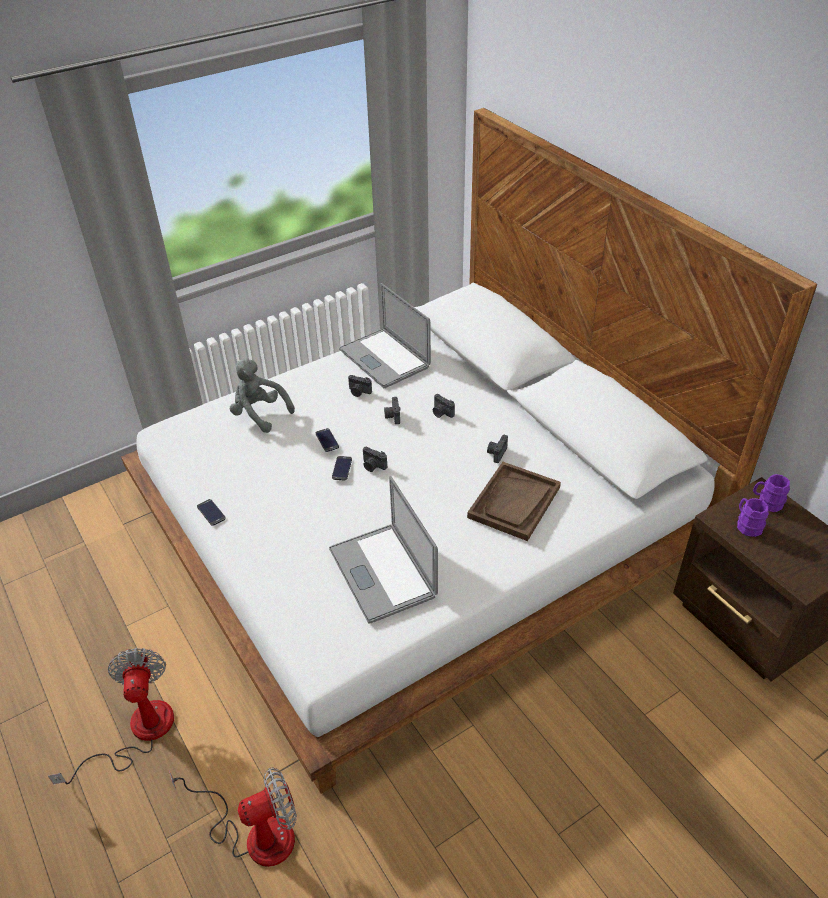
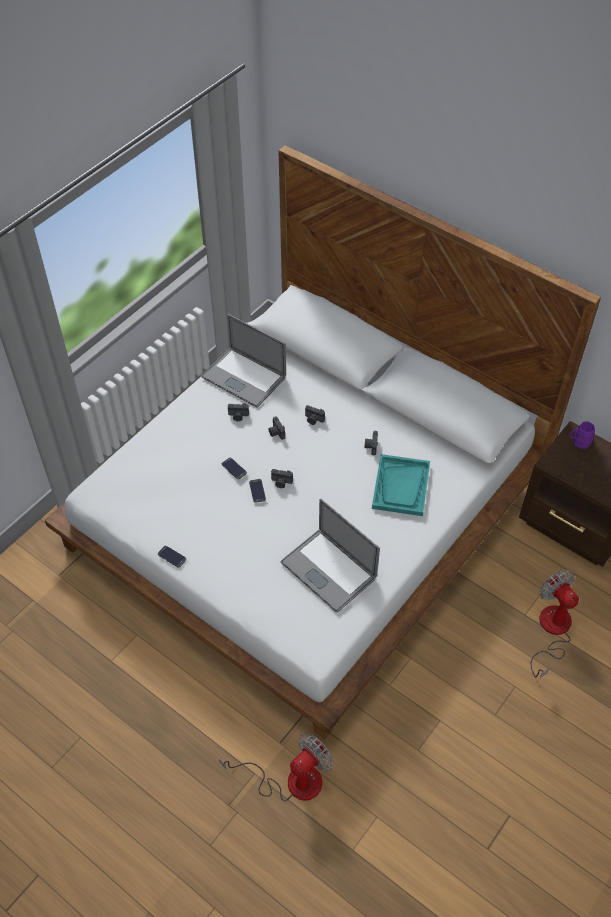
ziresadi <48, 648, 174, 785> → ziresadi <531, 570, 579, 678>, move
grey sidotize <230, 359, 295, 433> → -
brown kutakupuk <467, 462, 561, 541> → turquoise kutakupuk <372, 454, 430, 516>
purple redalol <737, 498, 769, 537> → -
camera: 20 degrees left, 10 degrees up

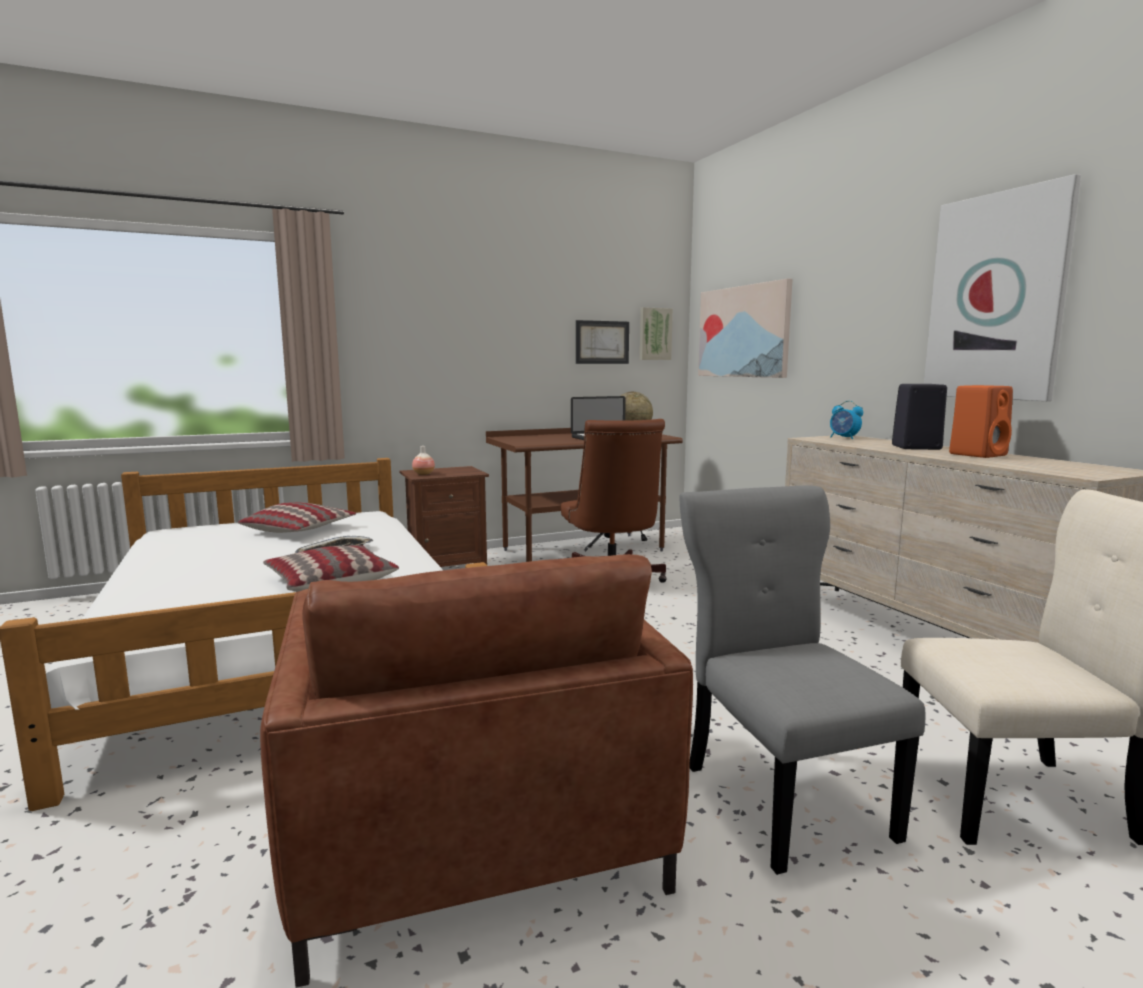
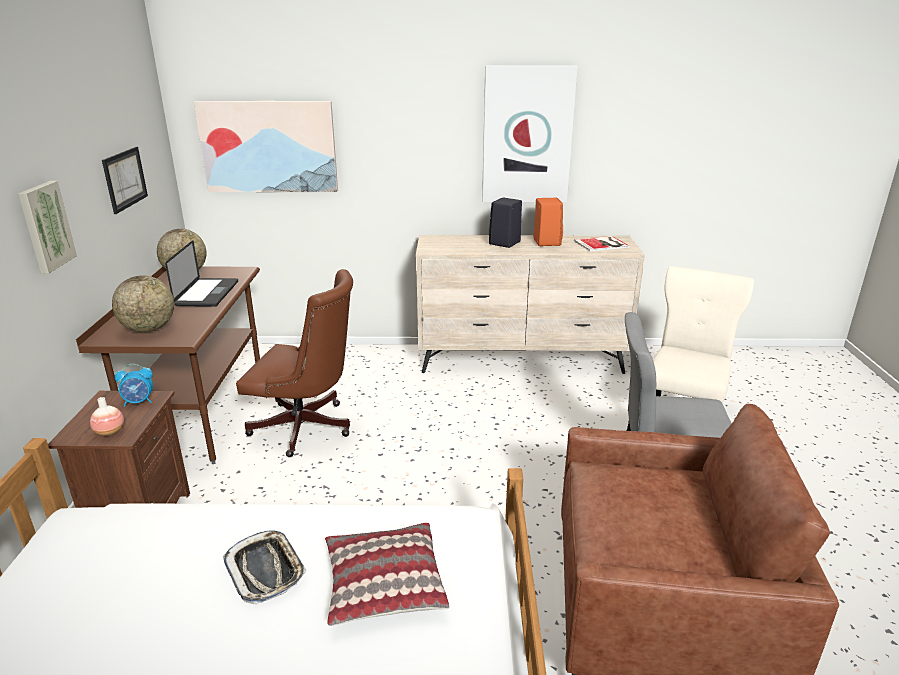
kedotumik <238, 502, 356, 533> → -
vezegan <640, 307, 673, 360> → vezegan <18, 181, 77, 274>, move
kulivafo <830, 401, 863, 439> → kulivafo <115, 364, 153, 407>, move
- → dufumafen <112, 275, 174, 332>
- → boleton <574, 236, 630, 251>
camera: 65 degrees left, 15 degrees up

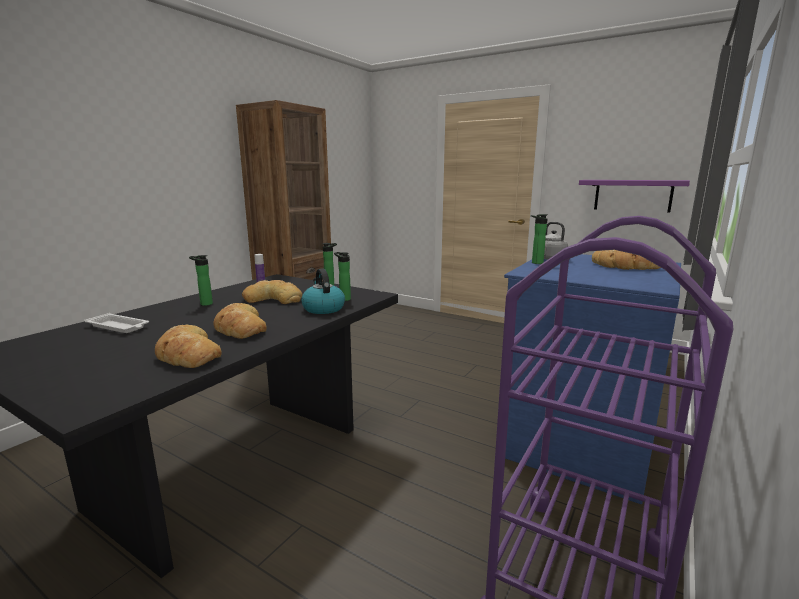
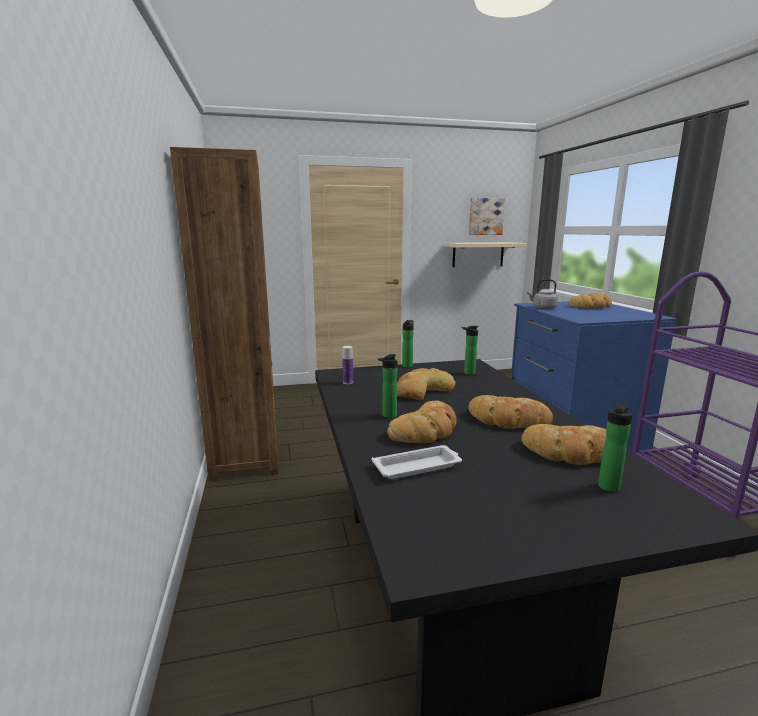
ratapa <301, 268, 345, 314> → -
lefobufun <531, 214, 548, 264> → lefobufun <598, 404, 633, 492>, move
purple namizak <579, 180, 690, 212> → beige namizak <445, 242, 527, 267>
- → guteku <387, 401, 457, 443>
- → vezegan <469, 198, 505, 235>
camera: 45 degrees left, 0 degrees up

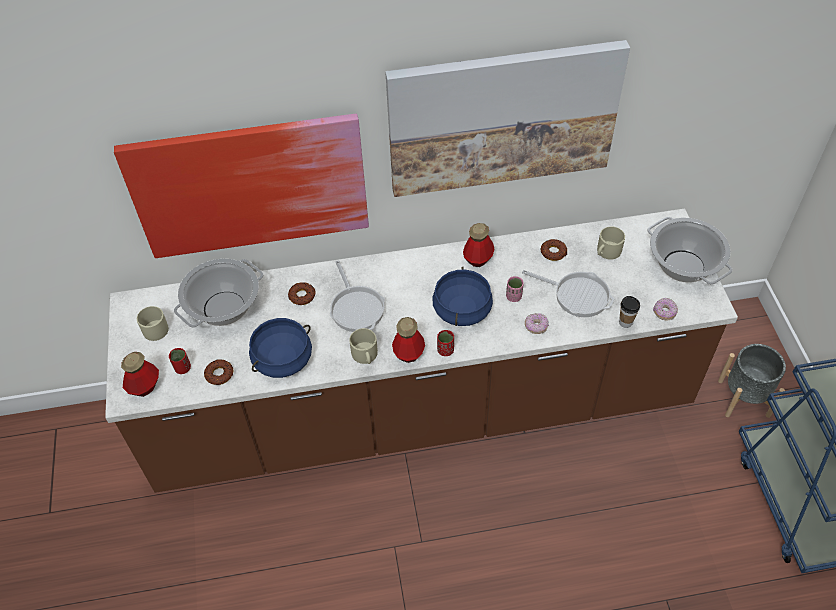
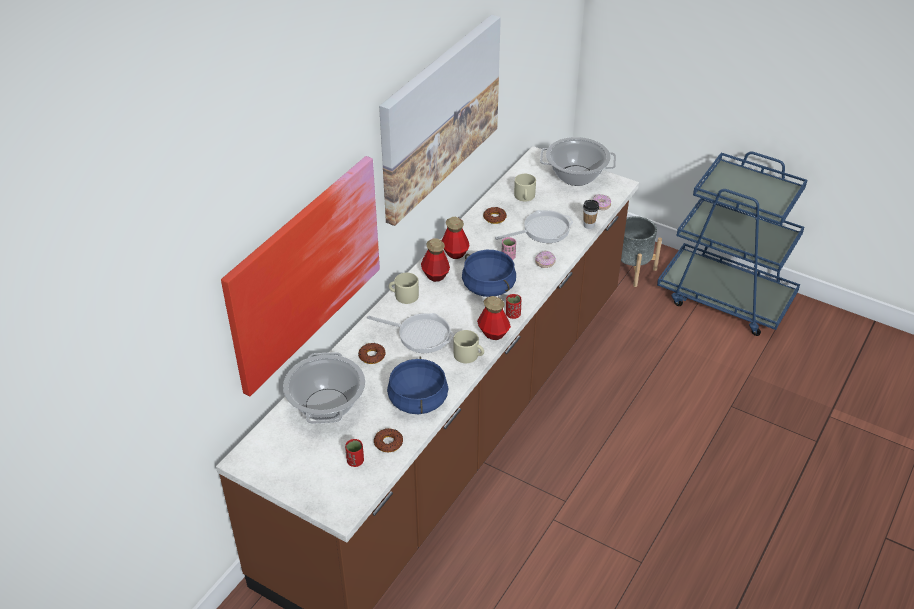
lefobufun <121, 352, 159, 397> → lefobufun <421, 238, 450, 282>, move
beige redalol <137, 306, 169, 341> → beige redalol <389, 273, 419, 304>, move
camera: 50 degrees left, 10 degrees down

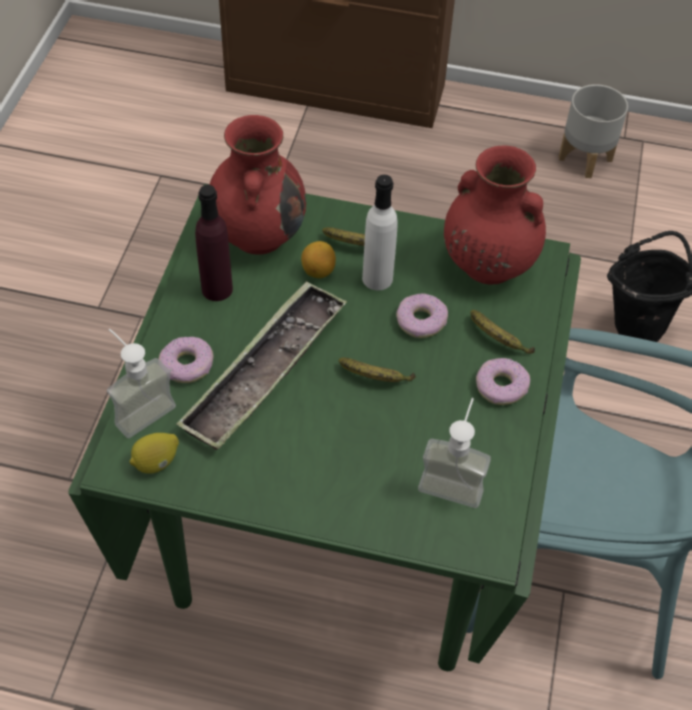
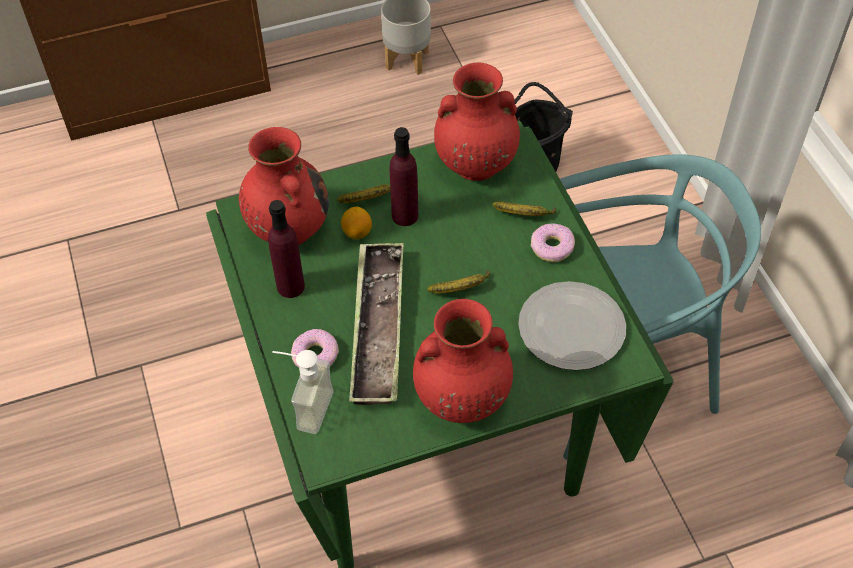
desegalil <130, 433, 179, 473> → -
white lefobufun <362, 175, 398, 290> → purple lefobufun <389, 127, 418, 226>
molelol <396, 293, 448, 338> → -
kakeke <418, 398, 491, 508> → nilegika <518, 281, 626, 370>
- → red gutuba <413, 299, 513, 423>
camera: 30 degrees left, 0 degrees up

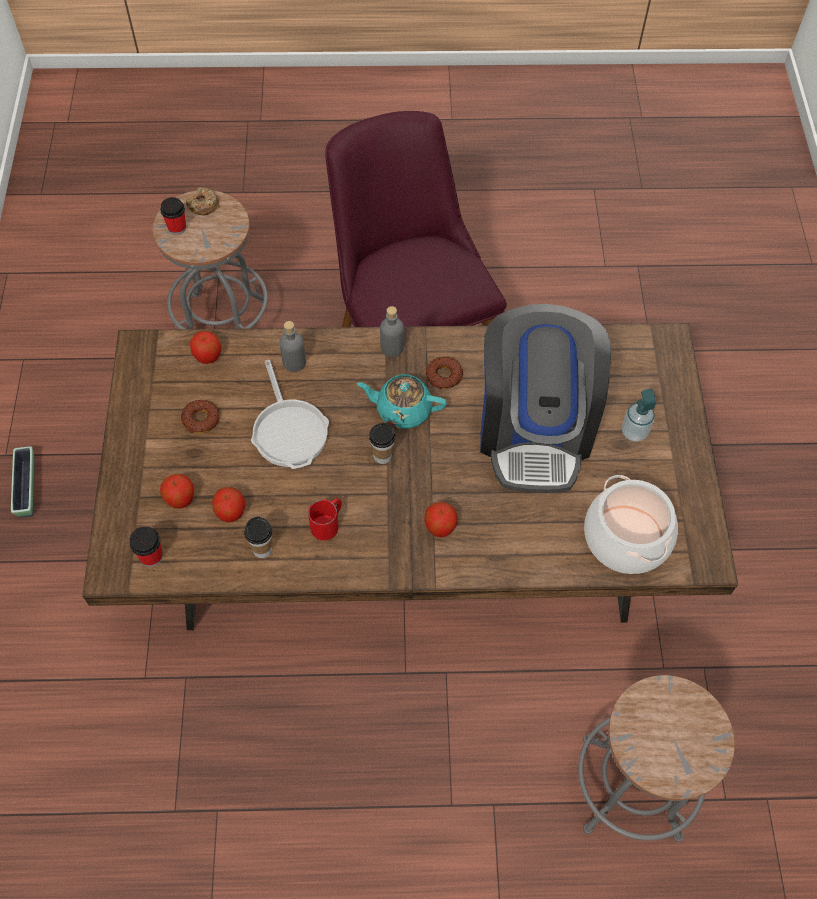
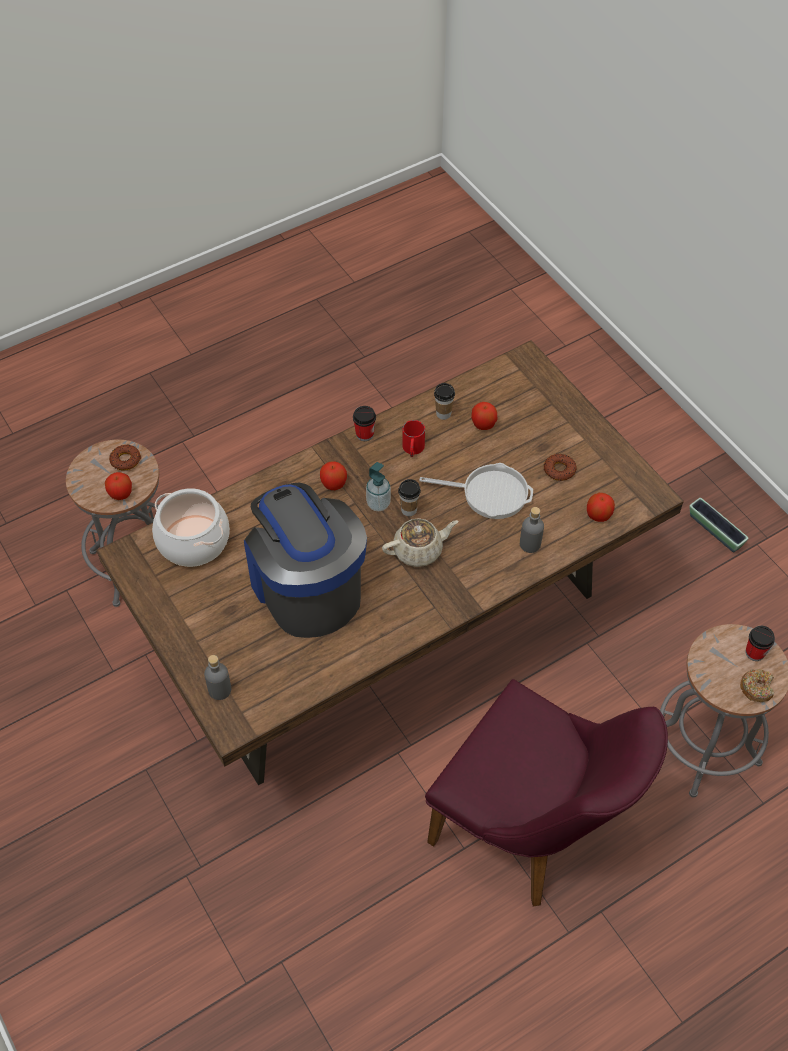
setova <129, 526, 163, 567> → setova <353, 406, 376, 441>, move
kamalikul <160, 474, 194, 509> → kamalikul <105, 472, 132, 500>, move
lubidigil <251, 360, 329, 469> → lubidigil <419, 463, 533, 519>, 150 degrees clockwise
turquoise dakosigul <357, 375, 447, 429> → beige dakosigul <382, 518, 458, 567>
grey lefobufun <380, 306, 404, 357> → grey lefobufun <204, 655, 231, 700>, move
molelol <426, 356, 463, 389> → molelol <109, 445, 141, 470>, move
kakeke <622, 388, 656, 442> → kakeke <366, 462, 391, 511>, move
camera: 150 degrees right, 5 degrees down

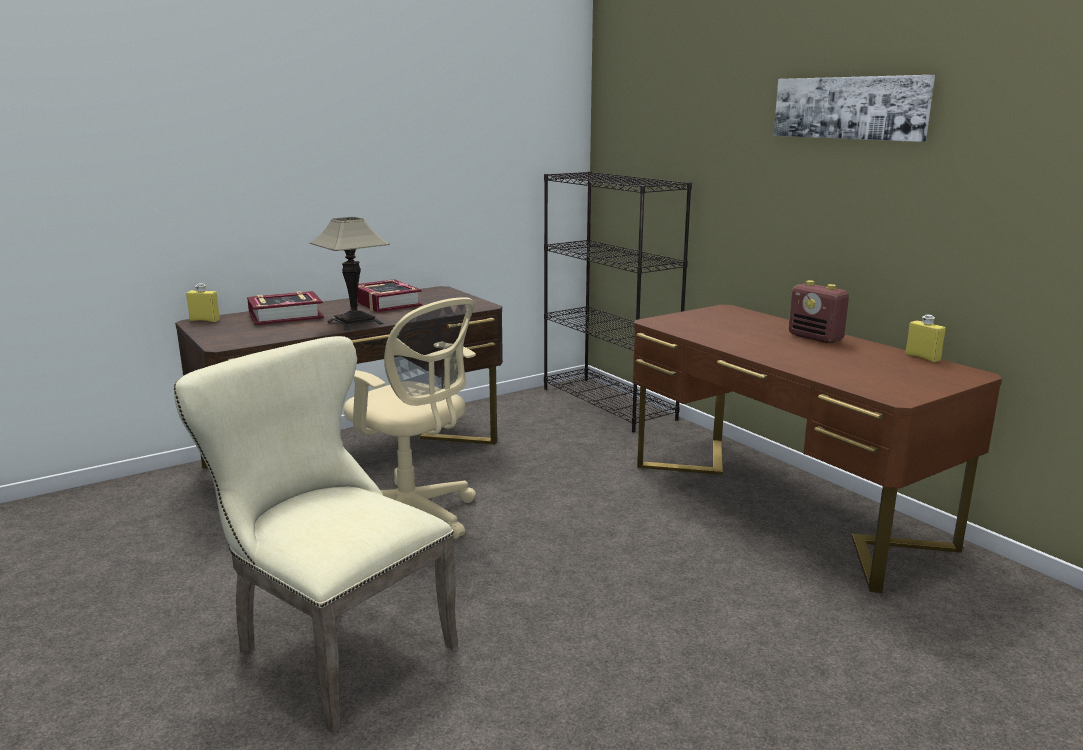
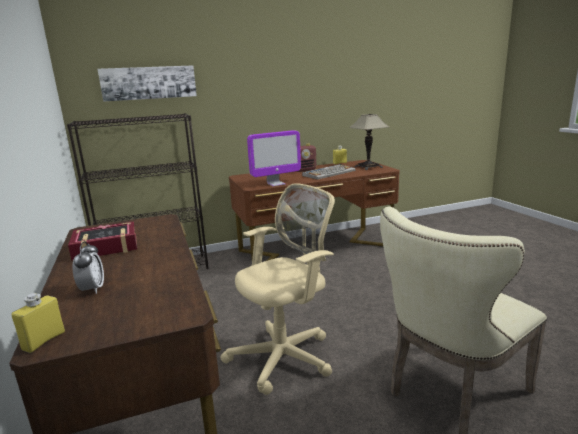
boleton <247, 291, 324, 325> → kulivafo <72, 241, 104, 294>
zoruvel <310, 217, 389, 331> → zoruvel <349, 114, 389, 170>, move
vezegan <774, 75, 935, 142> → vezegan <98, 65, 197, 102>, move
- → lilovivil <247, 130, 301, 186>
- → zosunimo <302, 164, 356, 179>
camera: 75 degrees left, 0 degrees up

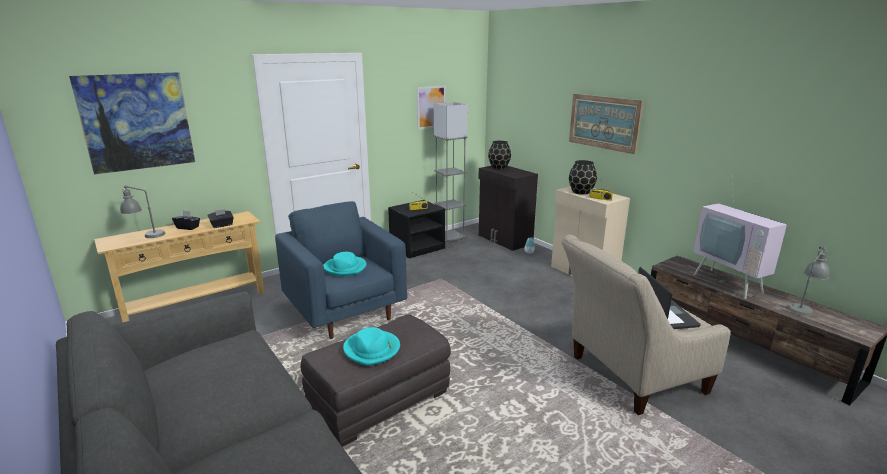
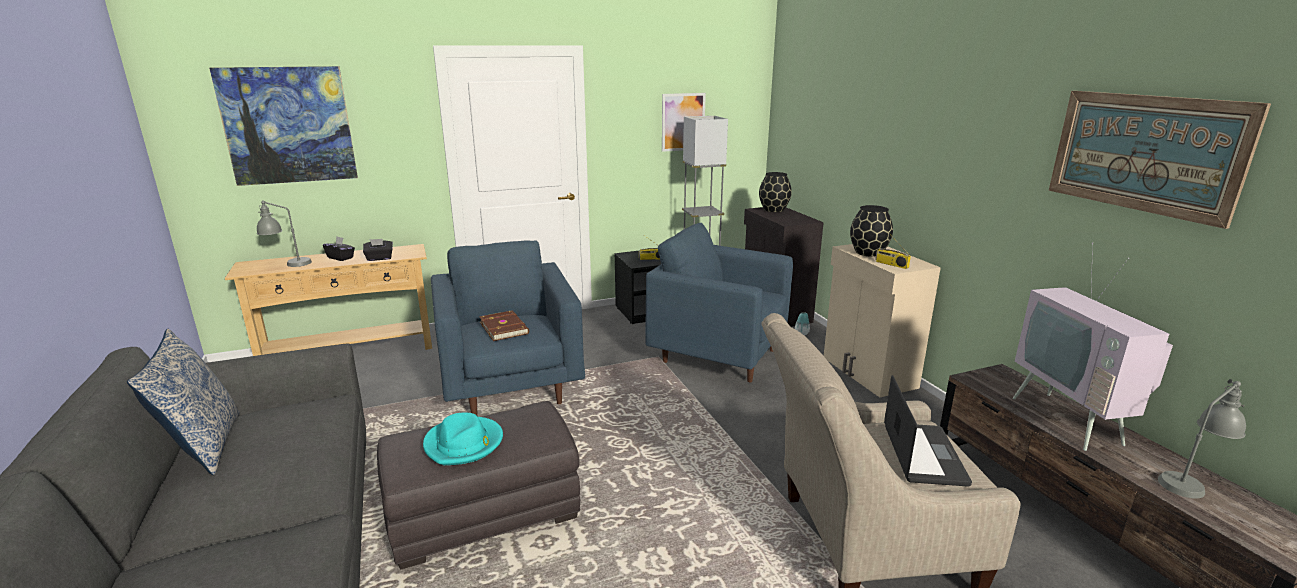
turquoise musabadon <323, 252, 367, 276> → brown boleton <479, 310, 529, 341>
vezegan <569, 94, 643, 154> → vezegan <1049, 91, 1271, 229>, move
- → kedotumik <127, 329, 240, 475>
- → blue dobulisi <645, 223, 793, 383>
camera: 15 degrees right, 0 degrees up

